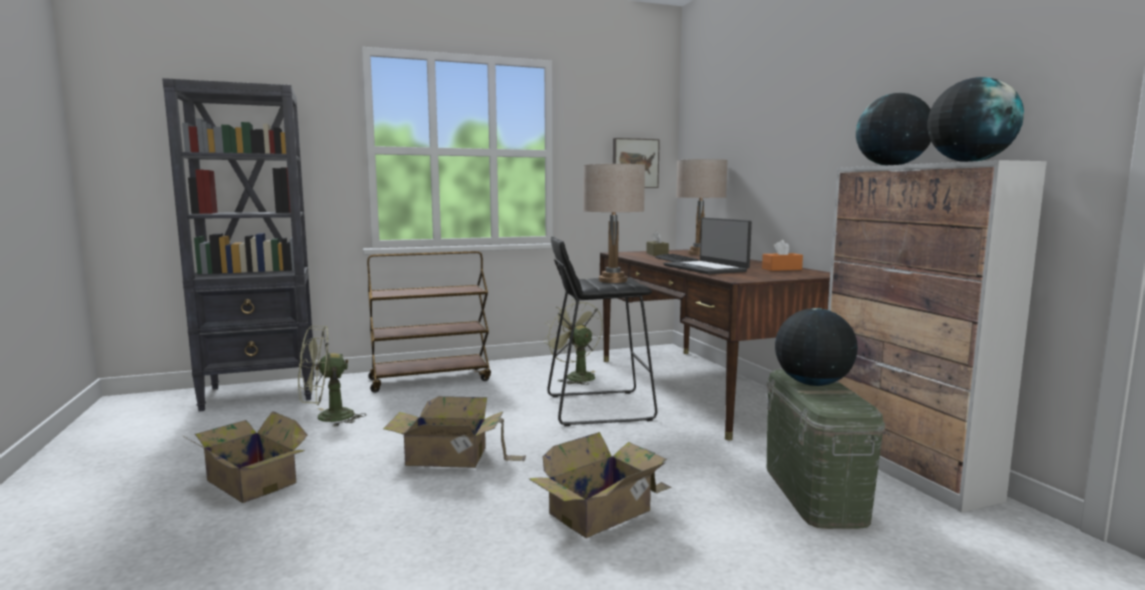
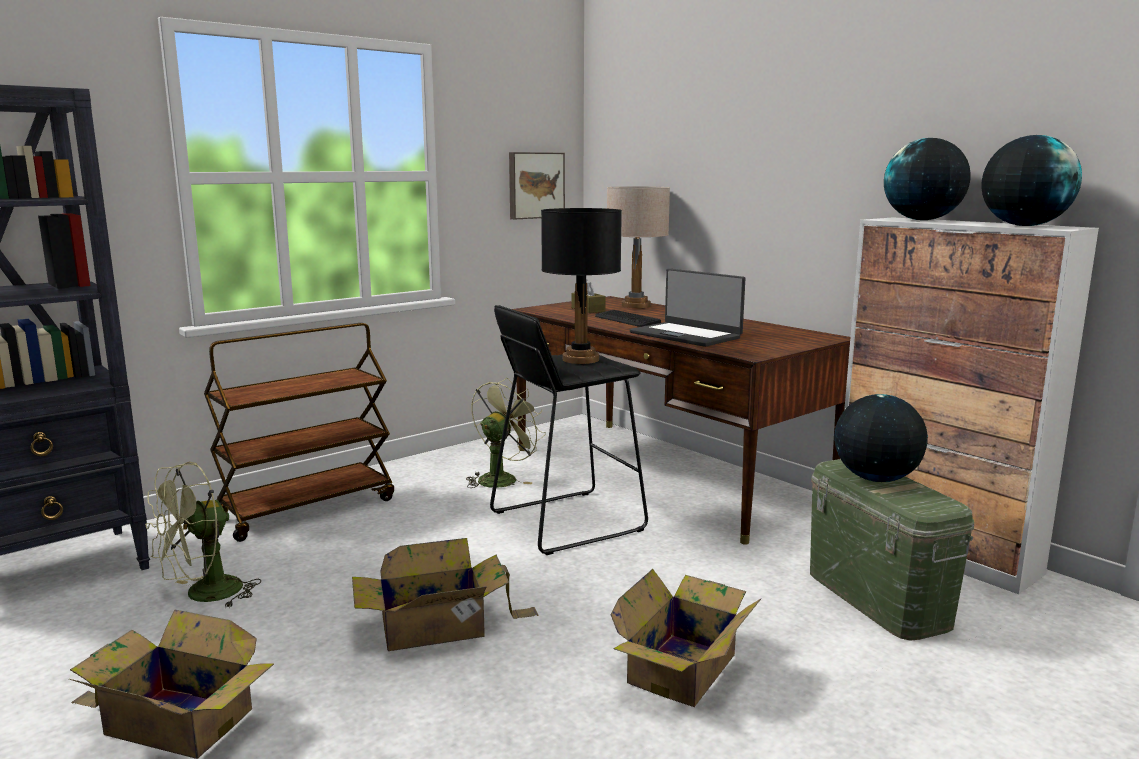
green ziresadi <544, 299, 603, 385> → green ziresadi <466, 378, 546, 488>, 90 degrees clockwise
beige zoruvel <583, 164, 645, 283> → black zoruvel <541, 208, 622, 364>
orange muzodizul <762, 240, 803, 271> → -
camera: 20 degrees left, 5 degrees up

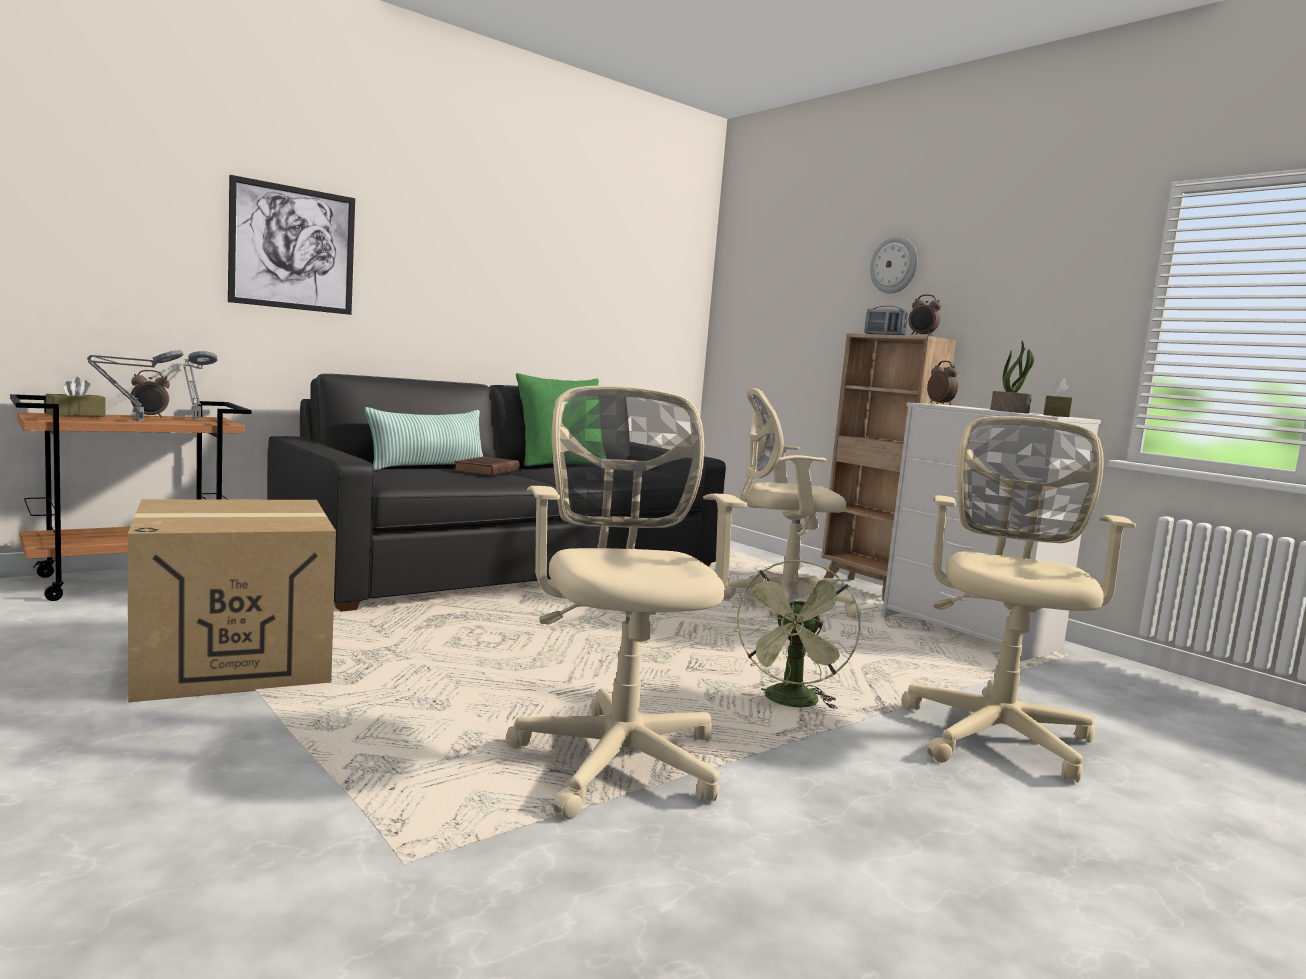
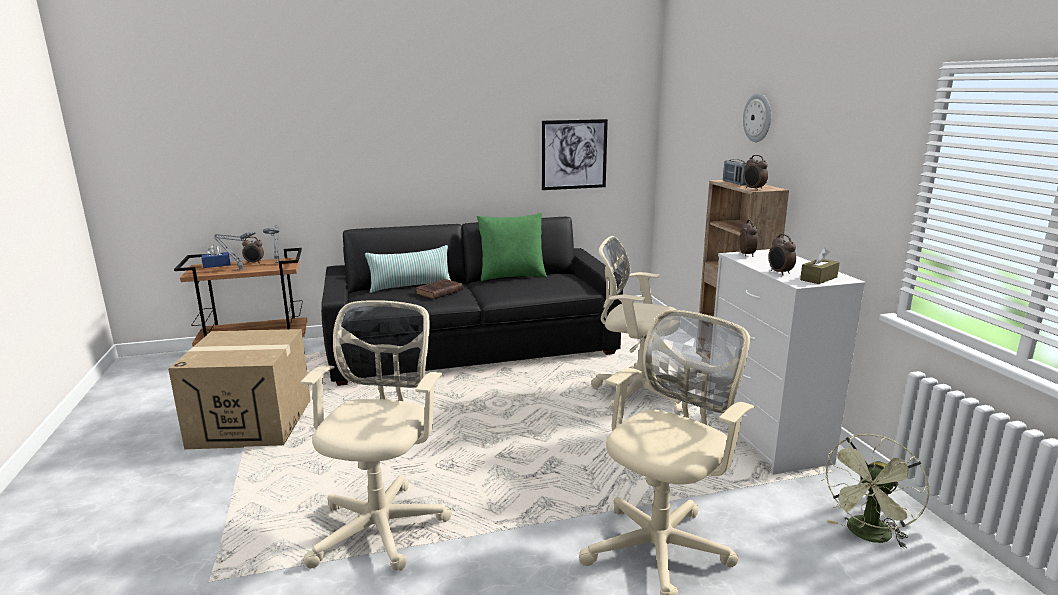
brown muzodizul <46, 376, 106, 416> → blue muzodizul <201, 245, 231, 268>
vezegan <228, 175, 355, 315> → vezegan <542, 119, 608, 190>, move
green ziresadi <734, 560, 861, 709> → green ziresadi <821, 434, 930, 549>, move
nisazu <991, 341, 1034, 414> → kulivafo <768, 234, 796, 275>
camera: 25 degrees right, 10 degrees up

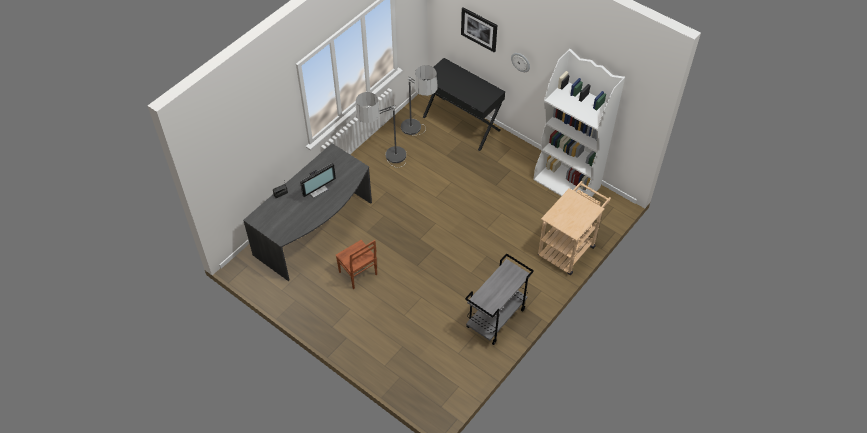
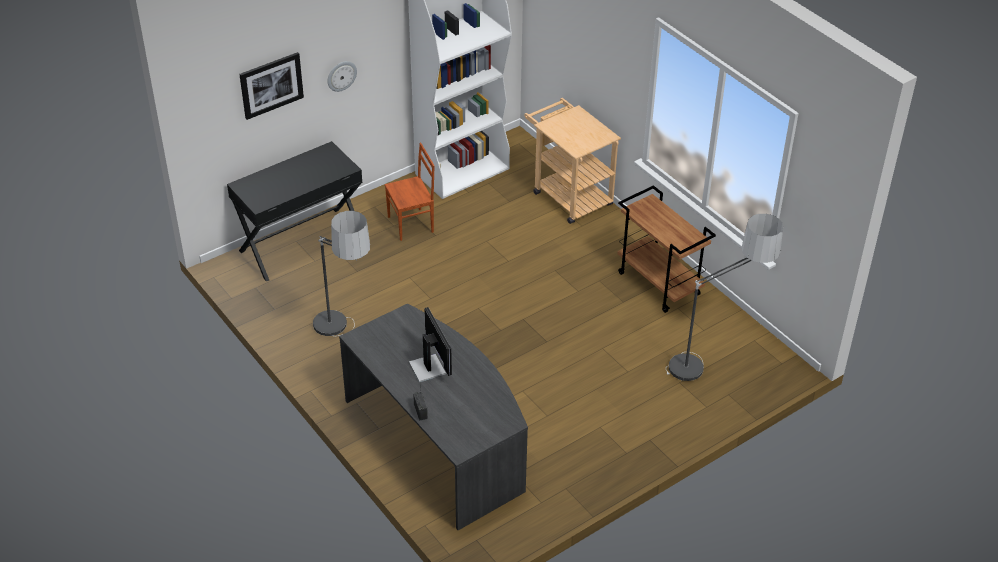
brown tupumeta <336, 240, 377, 289> → brown tupumeta <385, 143, 435, 241>, move
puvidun <401, 65, 438, 136> → puvidun <666, 214, 783, 381>, move
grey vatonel <465, 253, 534, 345> → brown vatonel <617, 185, 716, 313>
camera: 75 degrees left, 10 degrees down

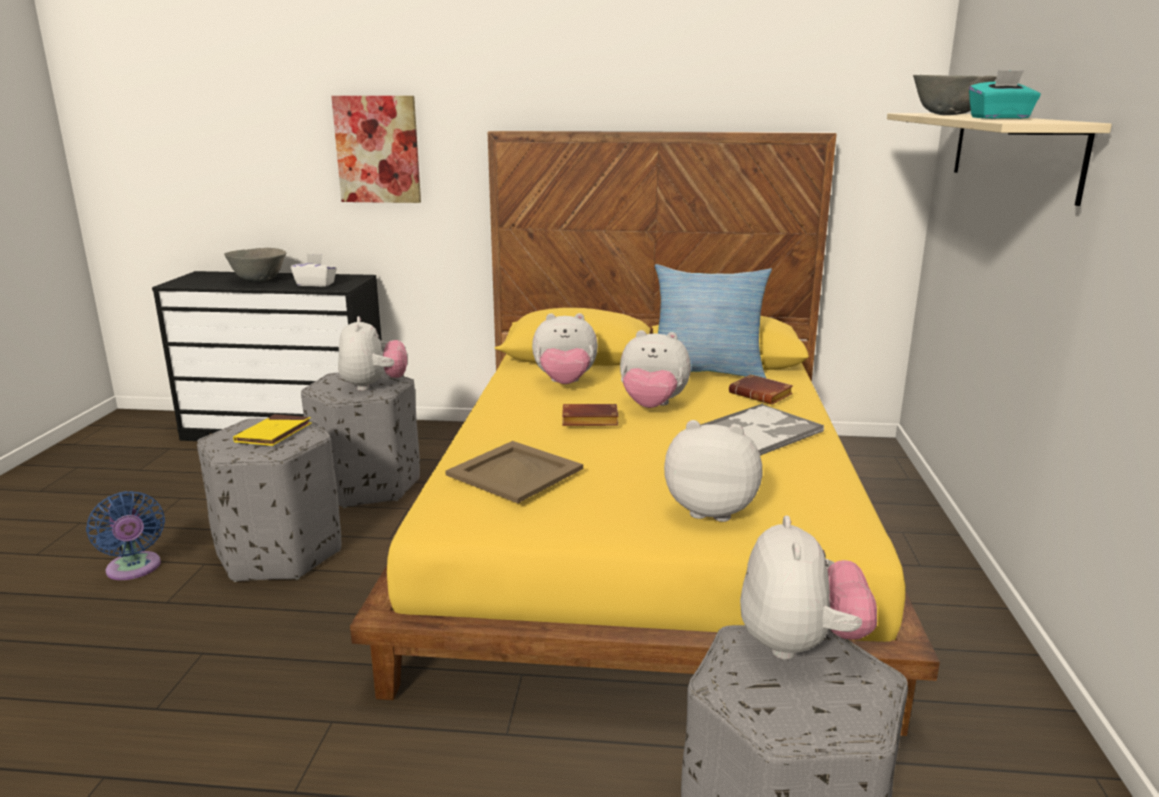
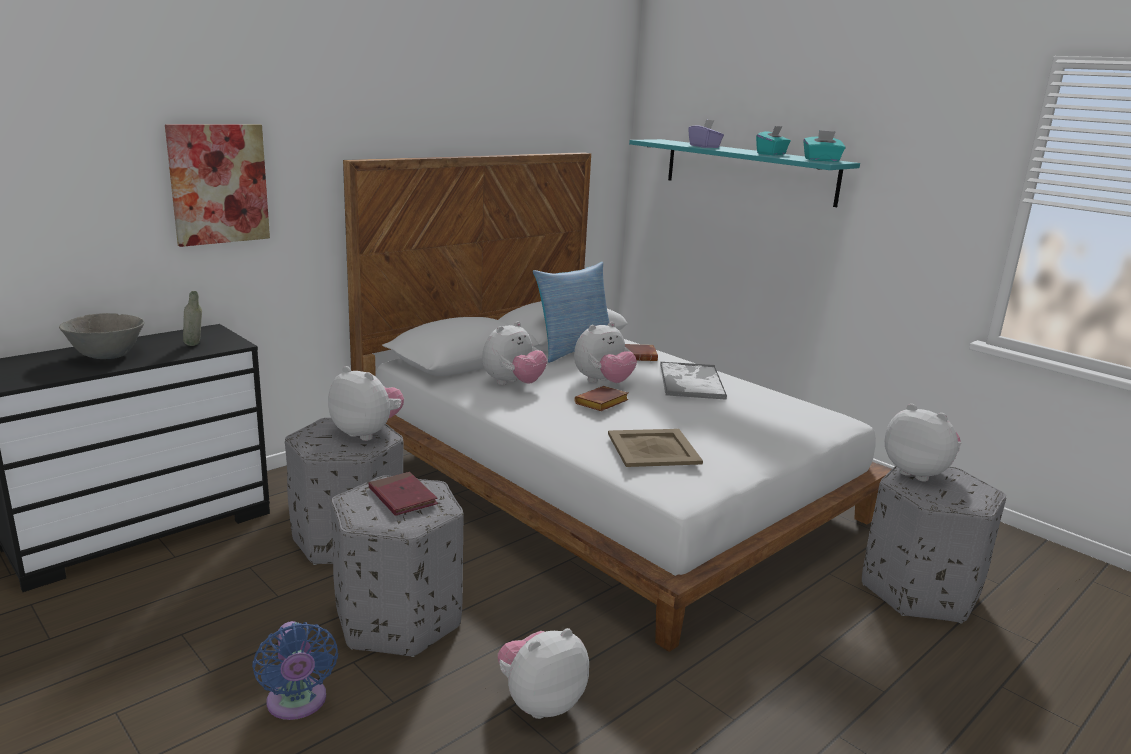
blue ziresadi <86, 491, 165, 580> → blue ziresadi <252, 621, 338, 720>, 60 degrees clockwise
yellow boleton <233, 414, 312, 446> → red boleton <368, 472, 438, 516>
white muzodizul <291, 254, 337, 287> → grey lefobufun <183, 291, 202, 346>
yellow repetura <350, 131, 940, 736> → white repetura <343, 152, 892, 652>
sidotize <664, 420, 762, 522> → sidotize <498, 628, 589, 719>, move
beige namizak <887, 113, 1112, 206> → turquoise namizak <629, 139, 860, 207>
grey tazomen <913, 75, 997, 115> → purple muzodizul <688, 119, 724, 148>
- → turquoise muzodizul <803, 130, 846, 162>
camera: 50 degrees left, 0 degrees up

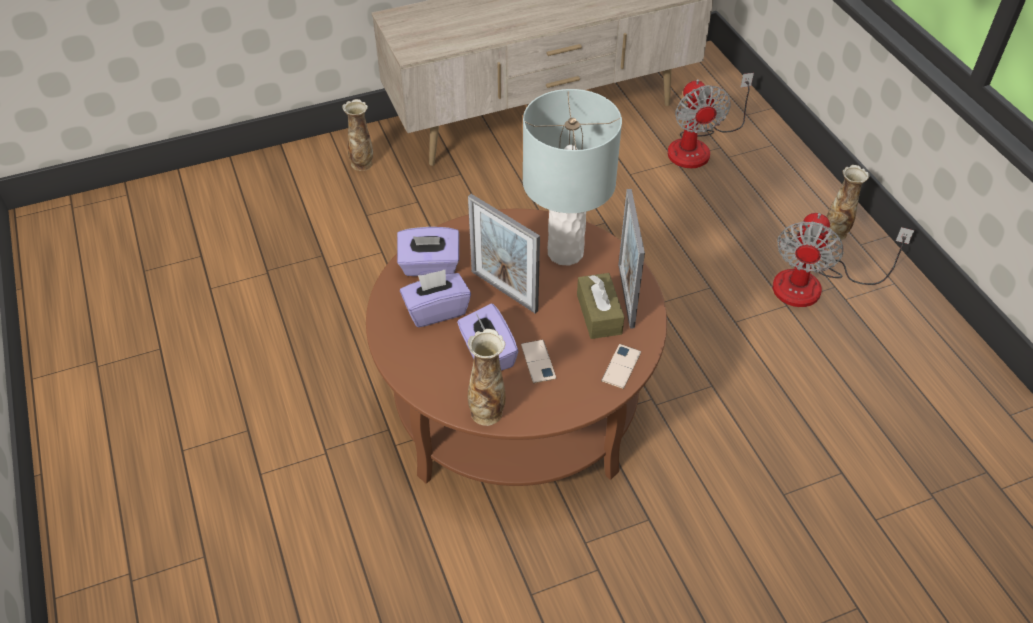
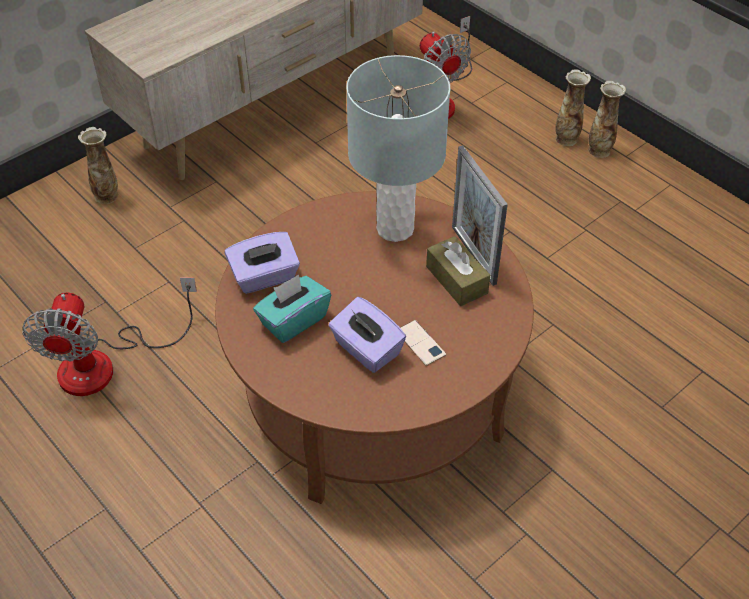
purple muzodizul <400, 270, 471, 328> → turquoise muzodizul <253, 274, 331, 343>
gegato <468, 194, 540, 313> → -
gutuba <468, 329, 506, 426> → gutuba <555, 69, 591, 146>, move
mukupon <601, 344, 641, 389> → -
ziresadi <772, 213, 914, 307> → ziresadi <22, 277, 197, 396>, move
camera: 20 degrees left, 0 degrees up

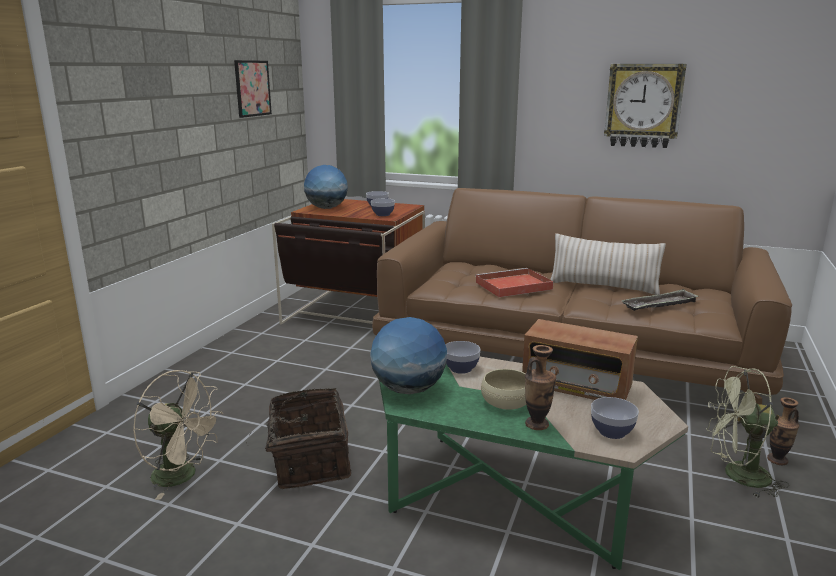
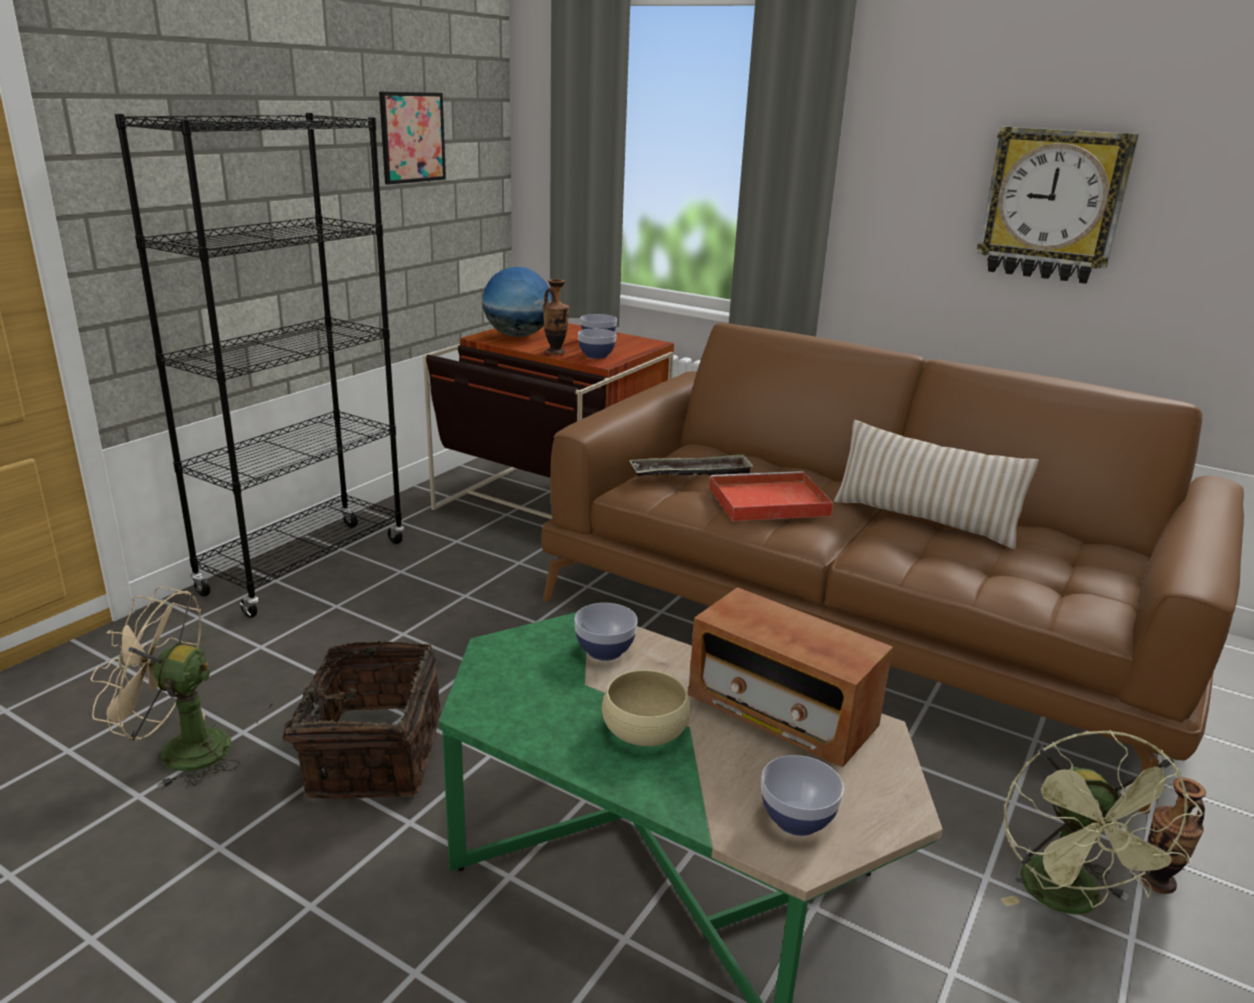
beige ziresadi <133, 370, 224, 500> → beige ziresadi <91, 586, 240, 788>, 150 degrees clockwise
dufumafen <370, 317, 447, 394> → -
gutuba <525, 345, 556, 430> → gutuba <543, 279, 569, 355>, move
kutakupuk <622, 289, 698, 311> → kutakupuk <629, 454, 754, 476>, move
green ziresadi <706, 366, 789, 498> → green ziresadi <1000, 730, 1203, 915>, 105 degrees counterclockwise
- → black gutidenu <115, 113, 404, 618>
camera: 10 degrees right, 5 degrees up

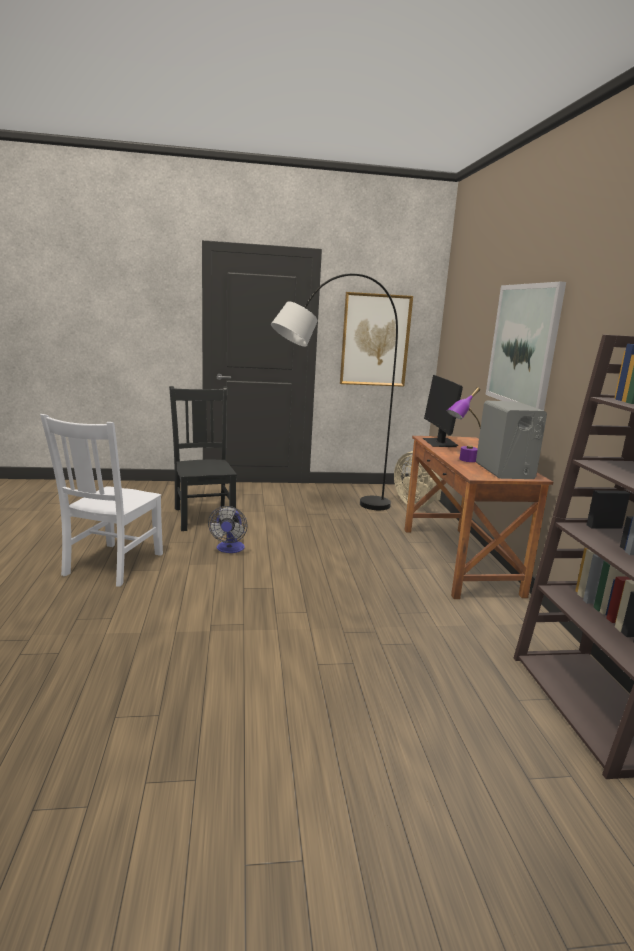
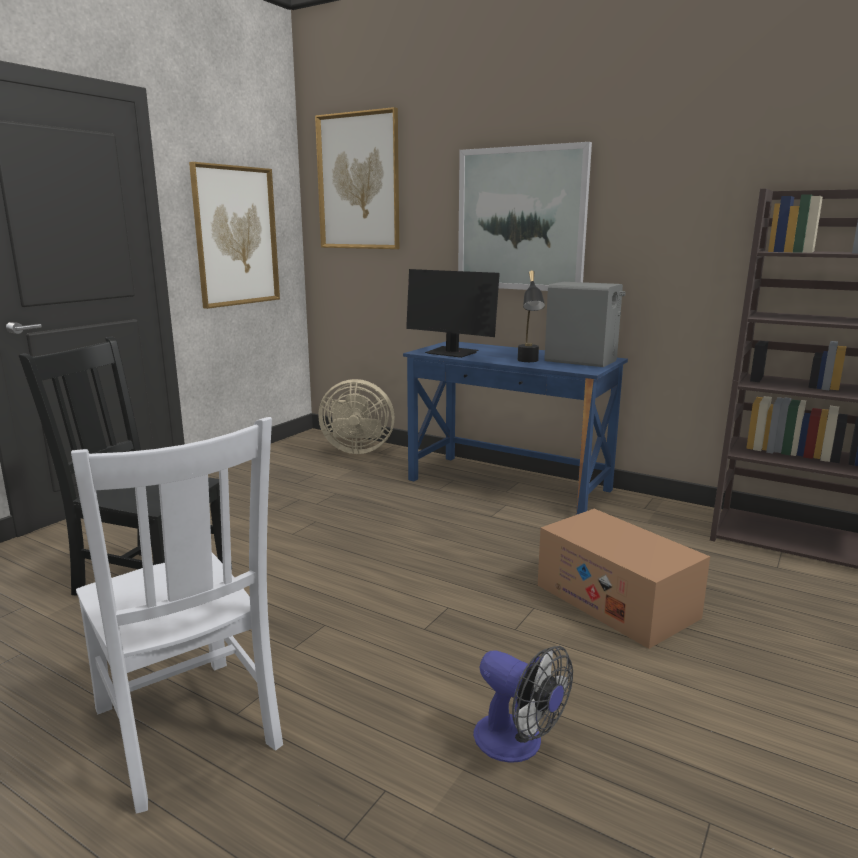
ziresadi <208, 506, 248, 553> → ziresadi <473, 646, 573, 763>, move
grey puvidun <271, 273, 398, 510> → -
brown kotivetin <405, 436, 553, 599> → blue kotivetin <403, 342, 628, 515>
purple zoruvel <447, 387, 481, 462> → black zoruvel <518, 271, 545, 362>
- → vezegan <315, 107, 399, 249>
- → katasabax <538, 509, 710, 649>
camera: 50 degrees left, 0 degrees up

